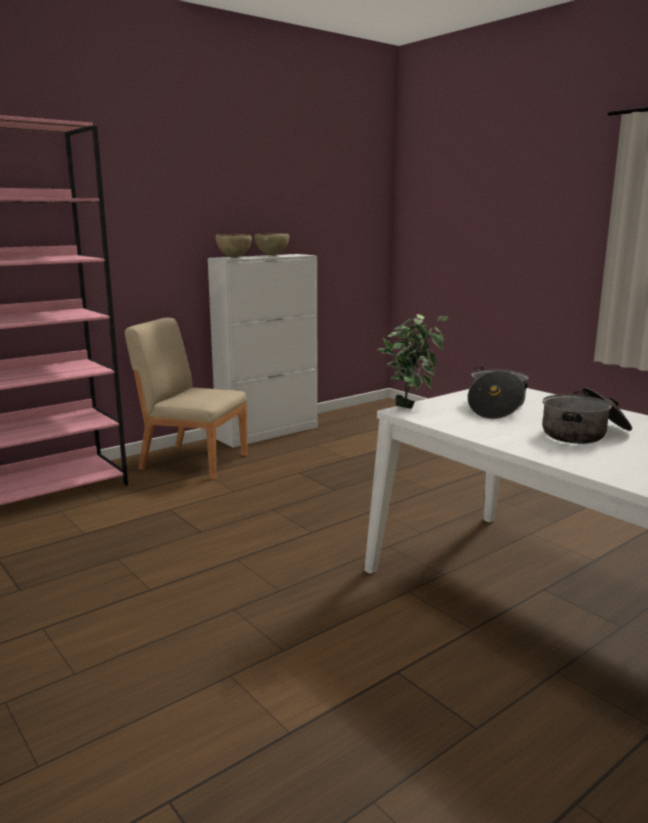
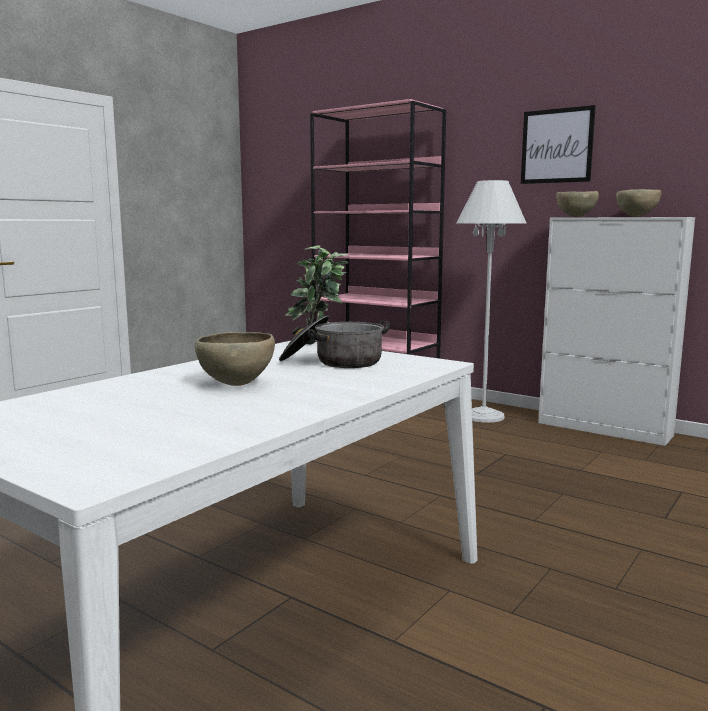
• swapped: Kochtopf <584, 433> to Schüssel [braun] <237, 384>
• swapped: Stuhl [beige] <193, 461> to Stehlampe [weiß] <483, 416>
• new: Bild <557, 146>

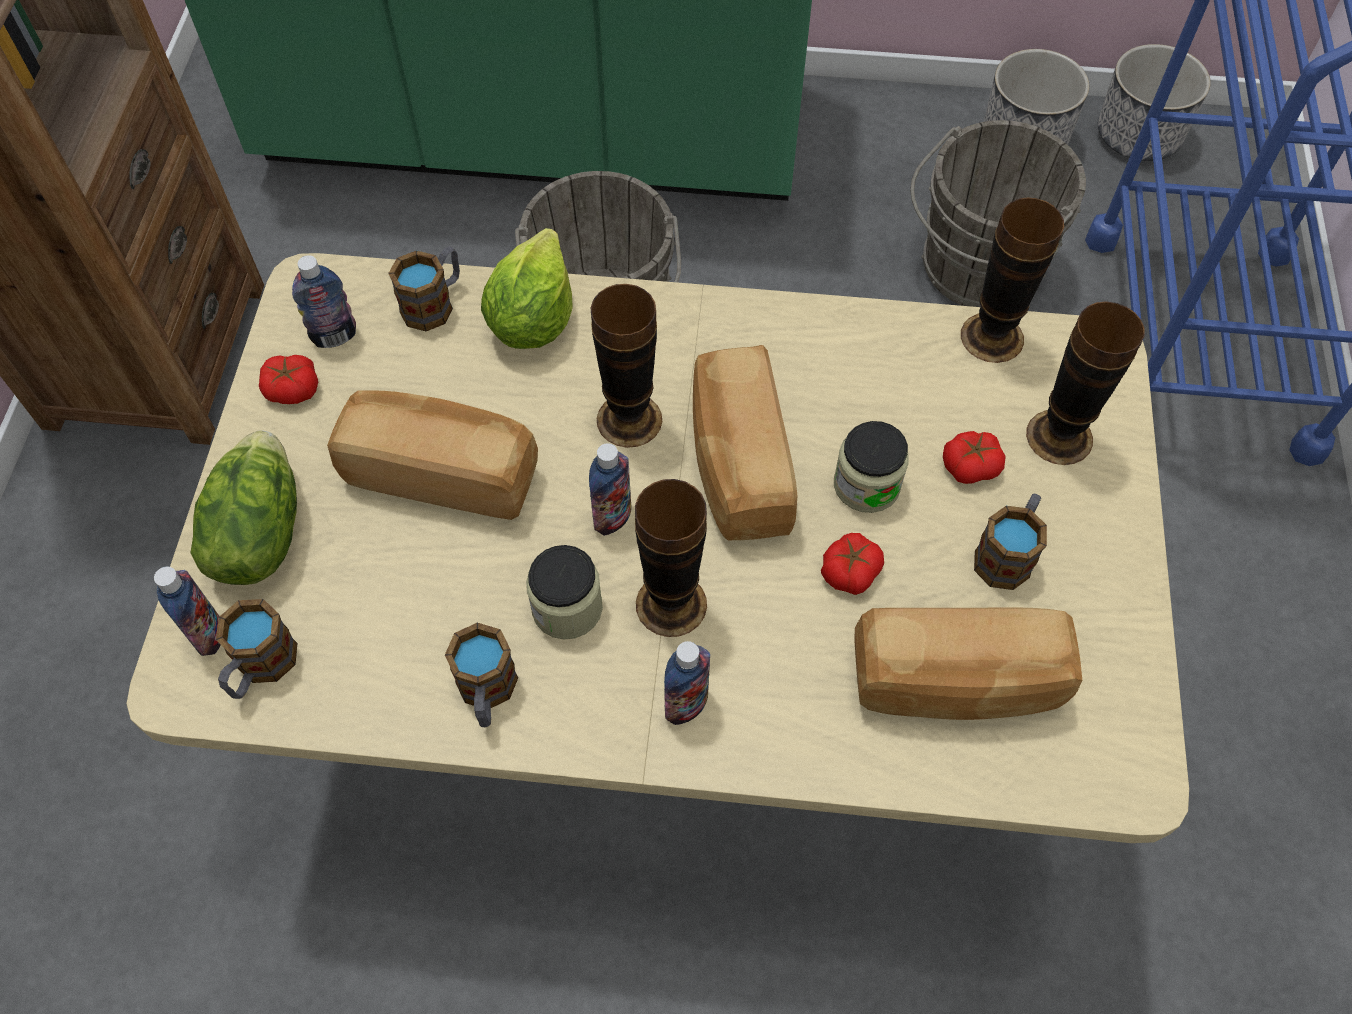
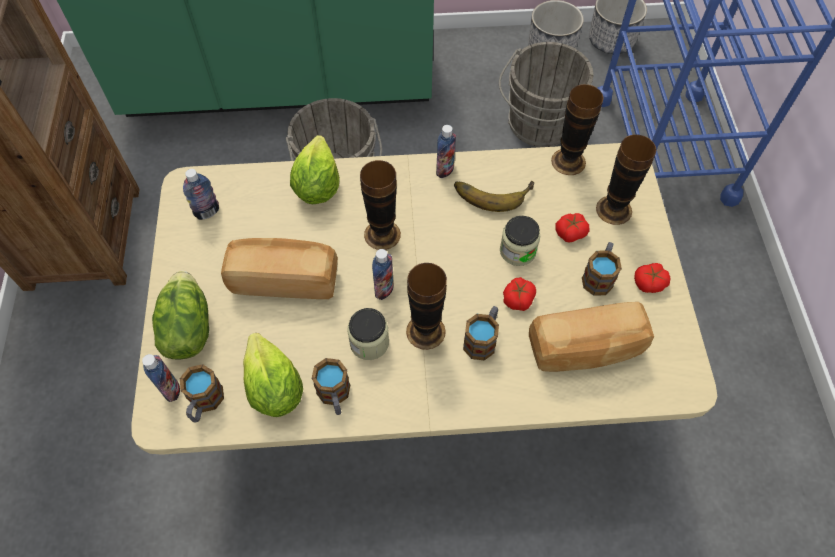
• new: Salatkopf <274, 388>
• shifted: Flasche <686, 705> to <445, 170>
• new: Banane <492, 191>
• shifted: Henkelbecher <434, 303> to <482, 339>
• shifted: Tomate <292, 389> to <649, 283>
• gone: Brot <737, 465>

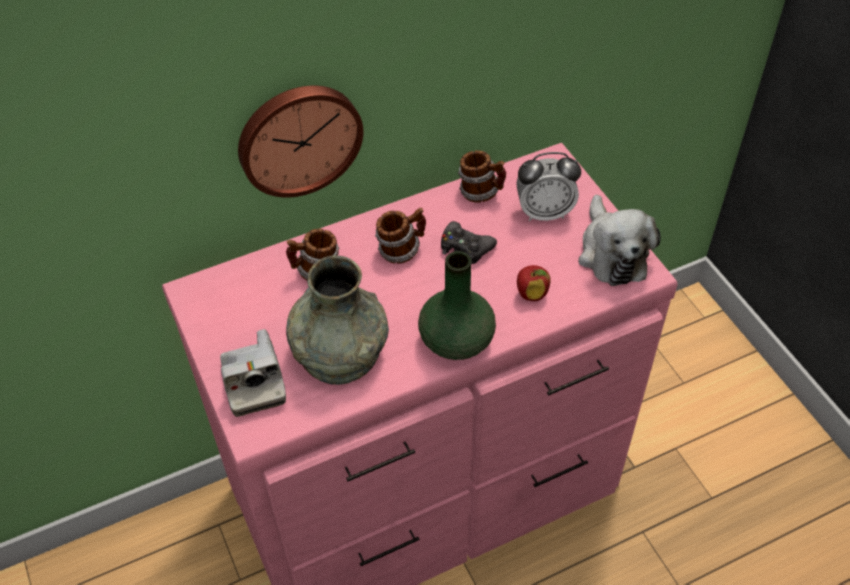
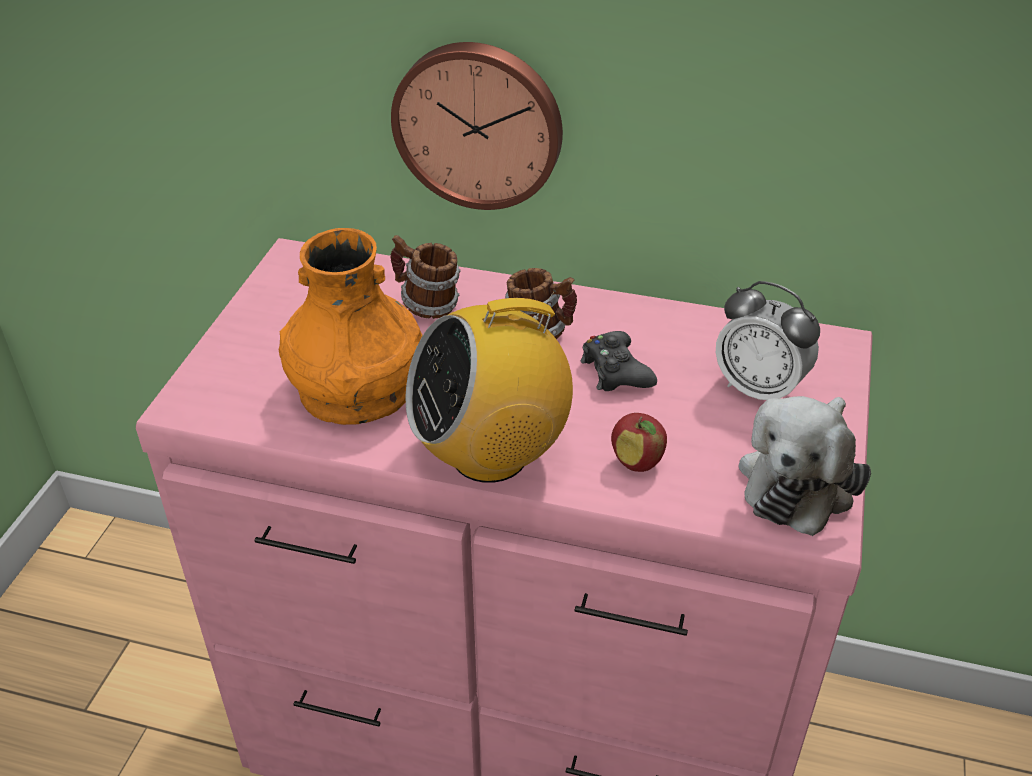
• repainted: Vase [grau] <339, 351> to Vase [orange] <356, 387>
• swapped: Vase [grün] <457, 340> to Radio <490, 454>
• gone: Kamera <253, 382>
• gone: Henkelbecher <481, 192>

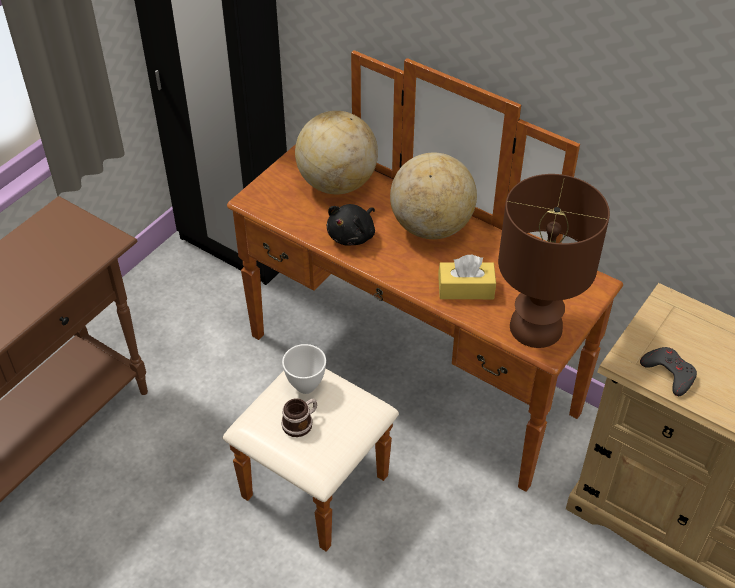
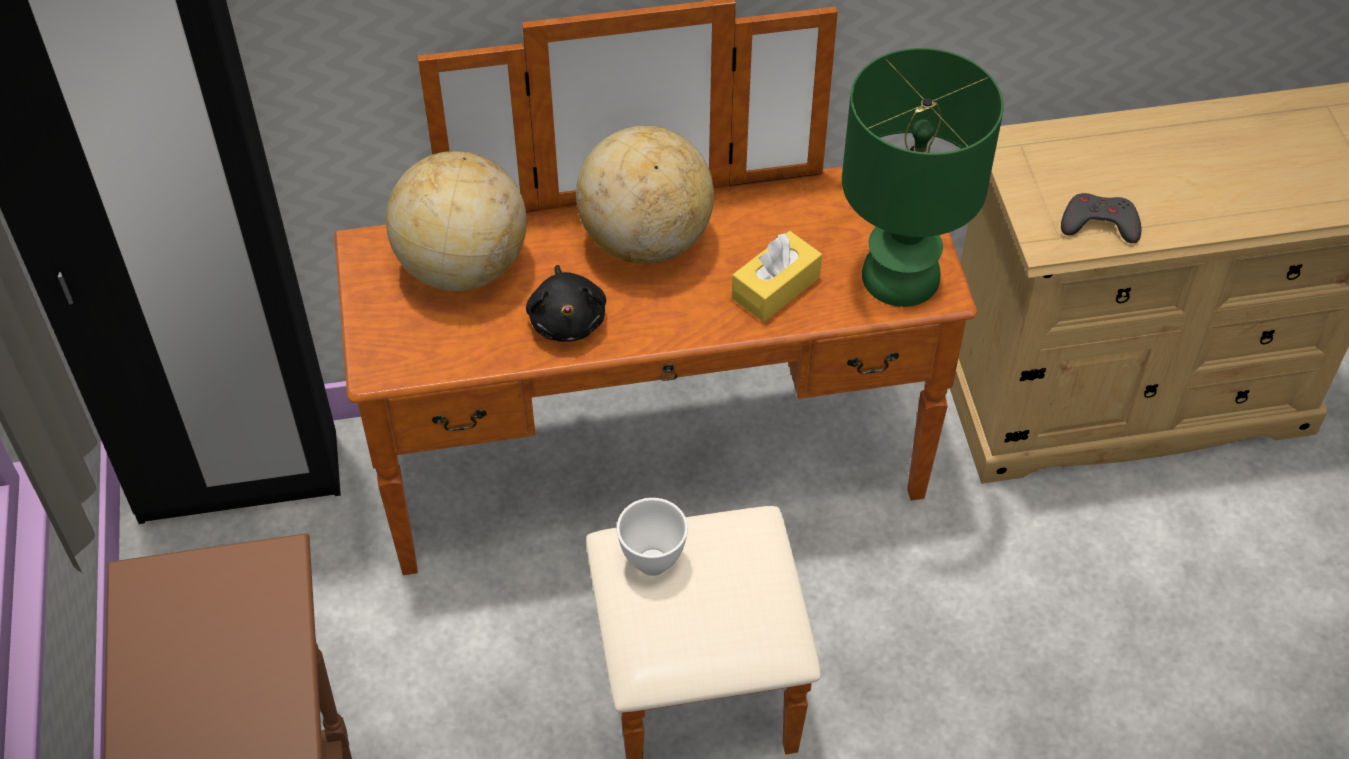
• repainted: Tischlampe [braun] <535, 326> to Tischlampe [grün] <898, 275>
• gone: Henkelbecher <301, 422>

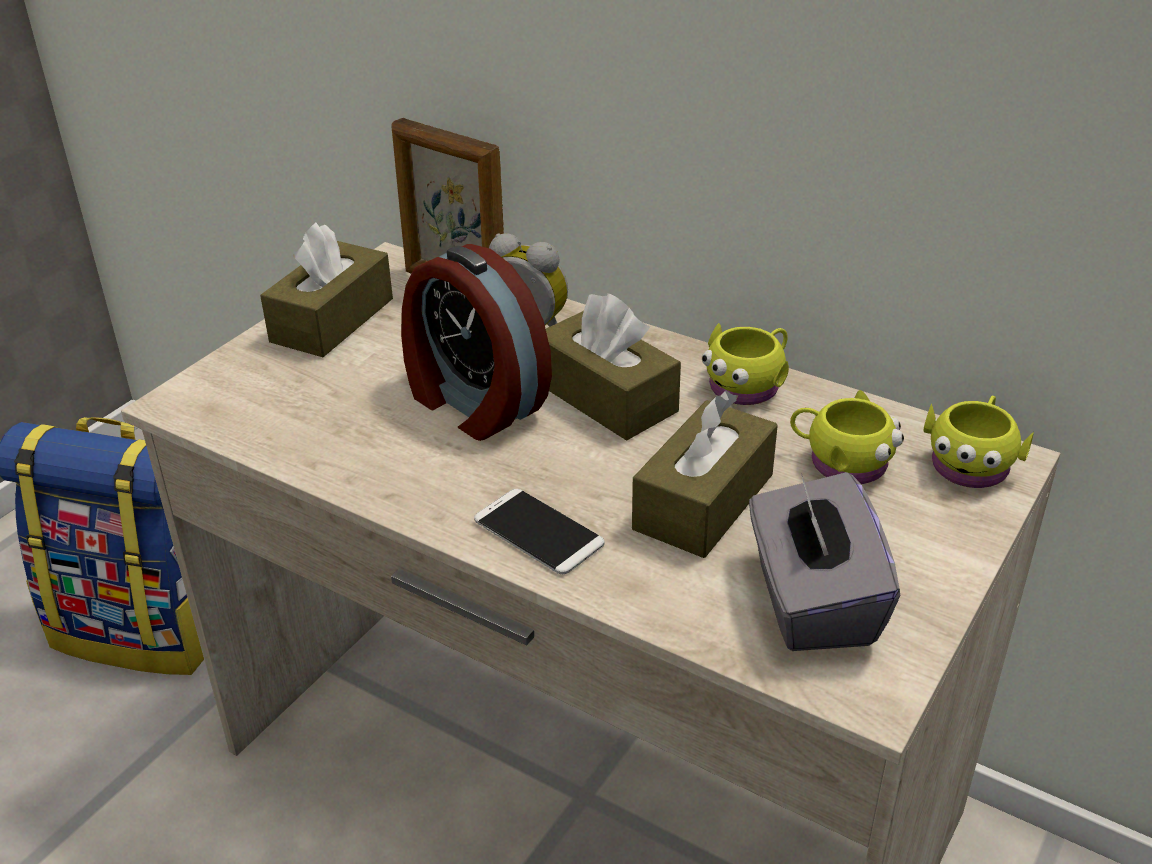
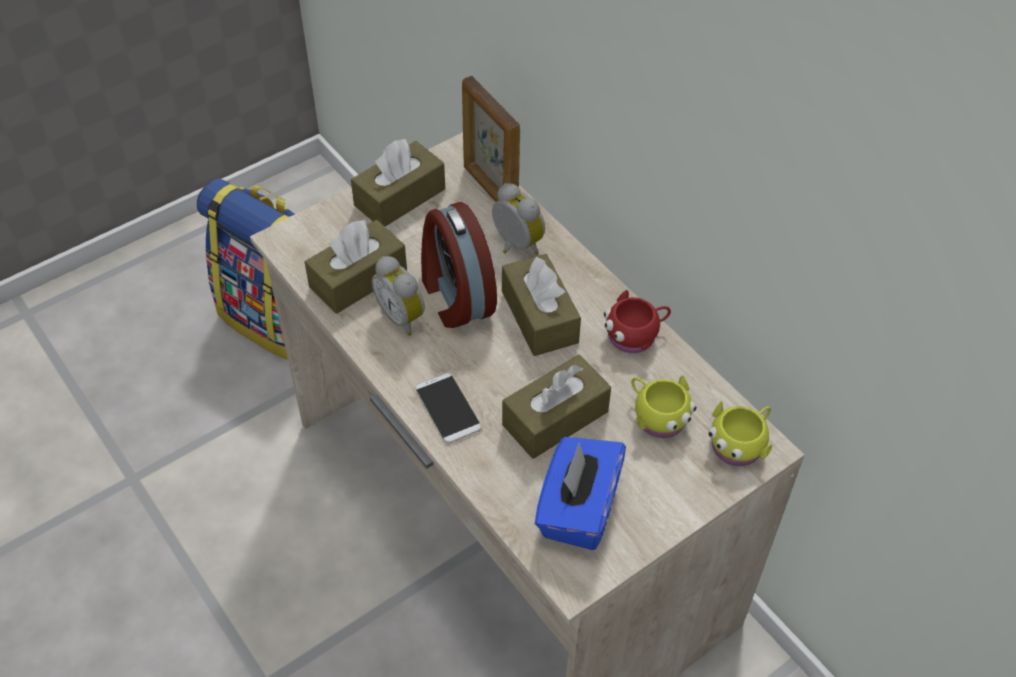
• new: Taschentuchbox [braun] <358, 279>
• new: Wecker <403, 316>
• repainted: Taschentuchbox [grau] <811, 601> to Taschentuchbox [blau] <577, 509>
• repainted: Henkelbecher [gelb] <748, 385> to Henkelbecher [rot] <635, 335>

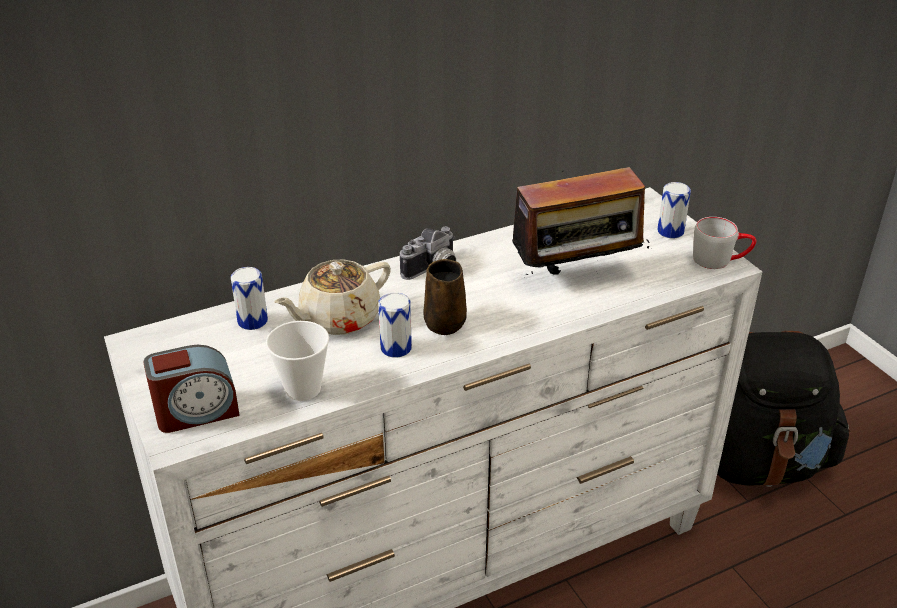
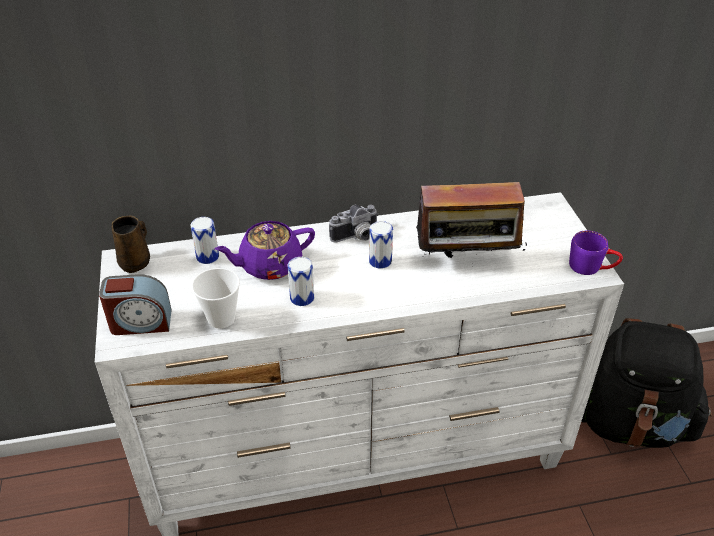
• shifted: Henkelbecher [braun] <445, 322> to <136, 262>
• repainted: Teekanne [beige] <338, 318> to Teekanne [lila] <269, 265>
• shifted: Dose <670, 231> to <380, 261>
• repainted: Henkelbecher [grau] <720, 260> to Henkelbecher [lila] <592, 267>

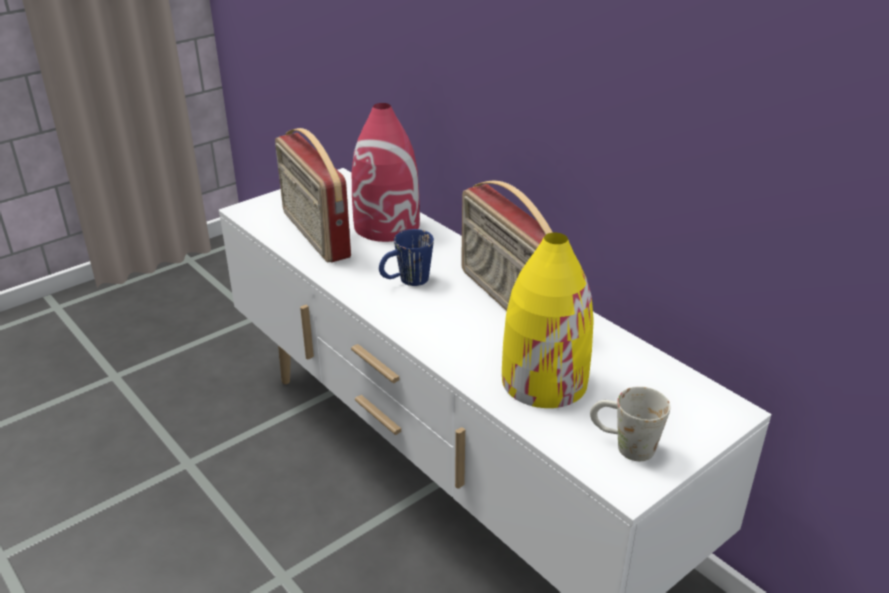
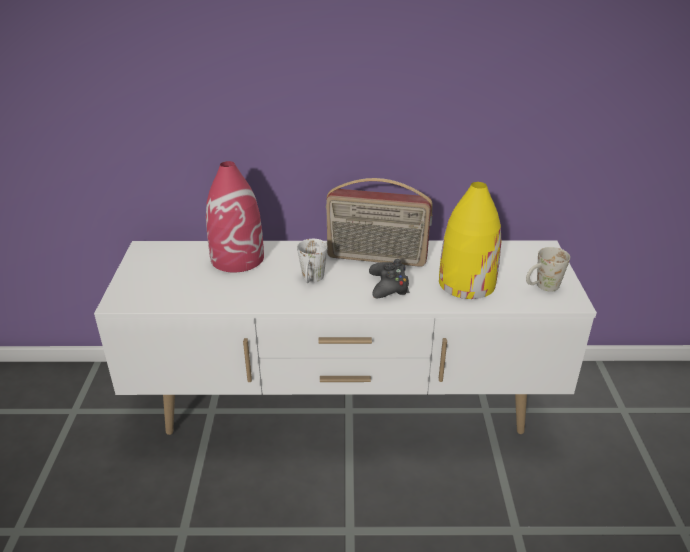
• repainted: Henkelbecher [blau] <406, 281> to Henkelbecher [weiß] <312, 280>
• new: Gamepad [schwarz] <389, 286>
• gone: Radio <314, 235>

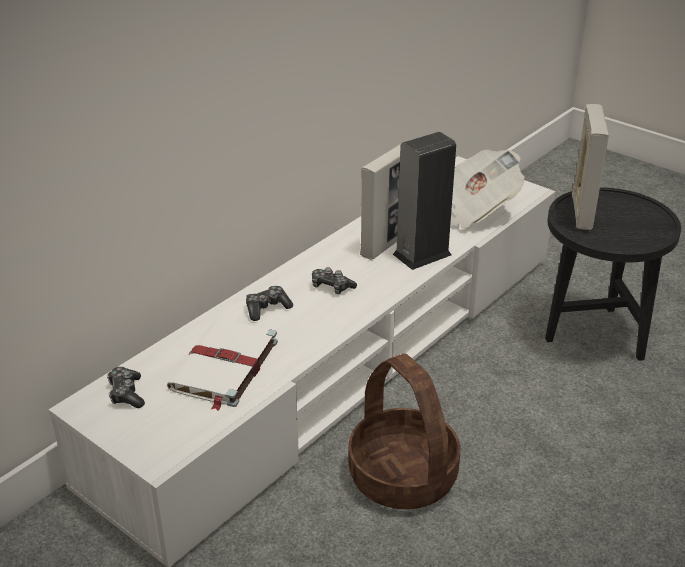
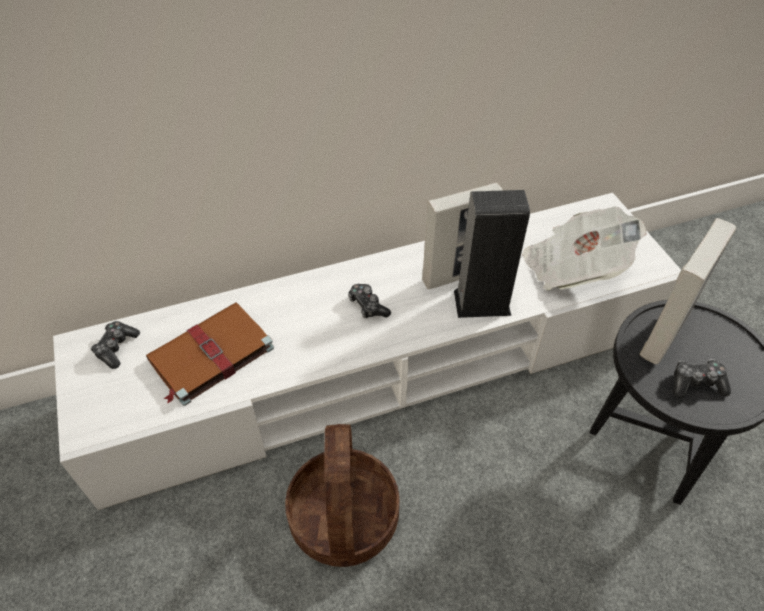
• repainted: Buch [weiß] <223, 366> to Buch [braun] <209, 355>
• shifted: Gamepad <267, 308> to <696, 383>

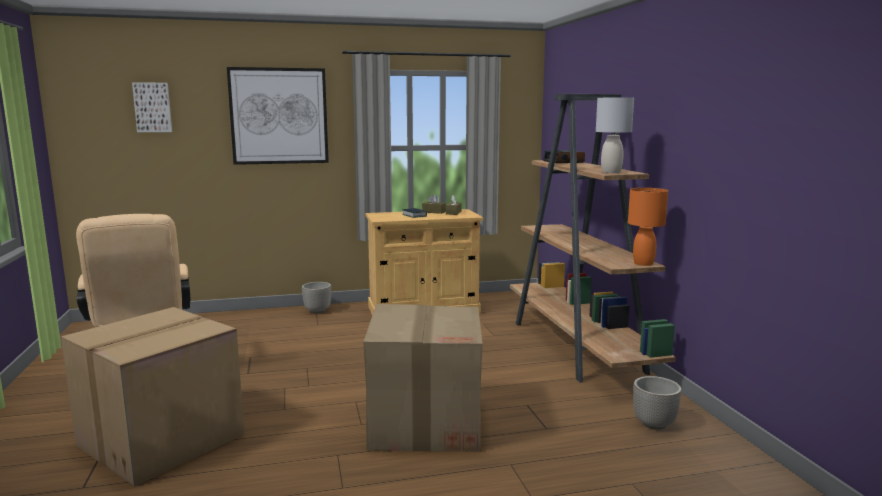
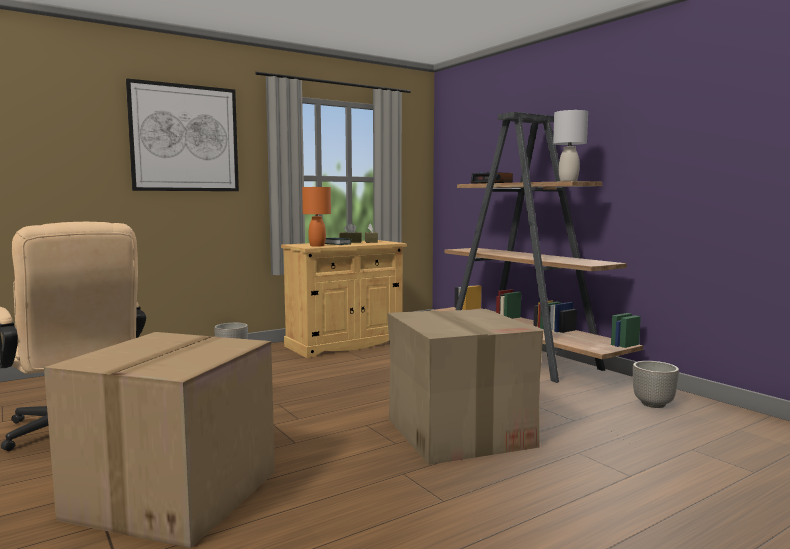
• shifted: Tischlampe [orange] <643, 263> to <317, 245>
• gone: Bild <153, 107>

